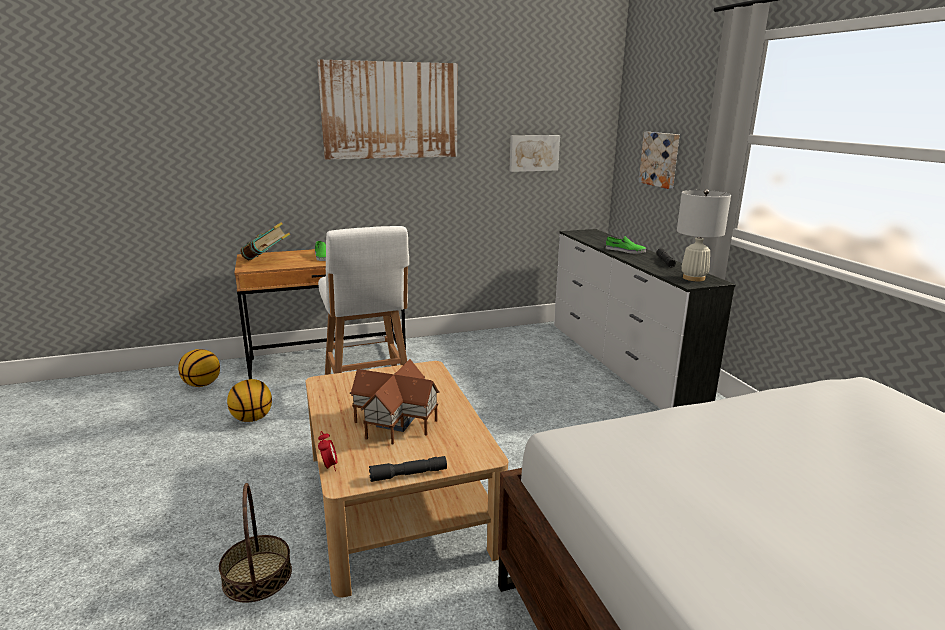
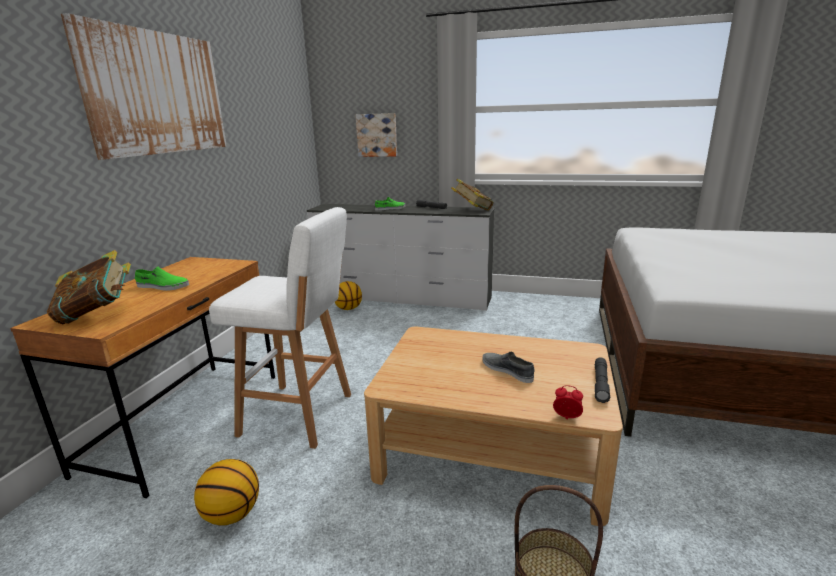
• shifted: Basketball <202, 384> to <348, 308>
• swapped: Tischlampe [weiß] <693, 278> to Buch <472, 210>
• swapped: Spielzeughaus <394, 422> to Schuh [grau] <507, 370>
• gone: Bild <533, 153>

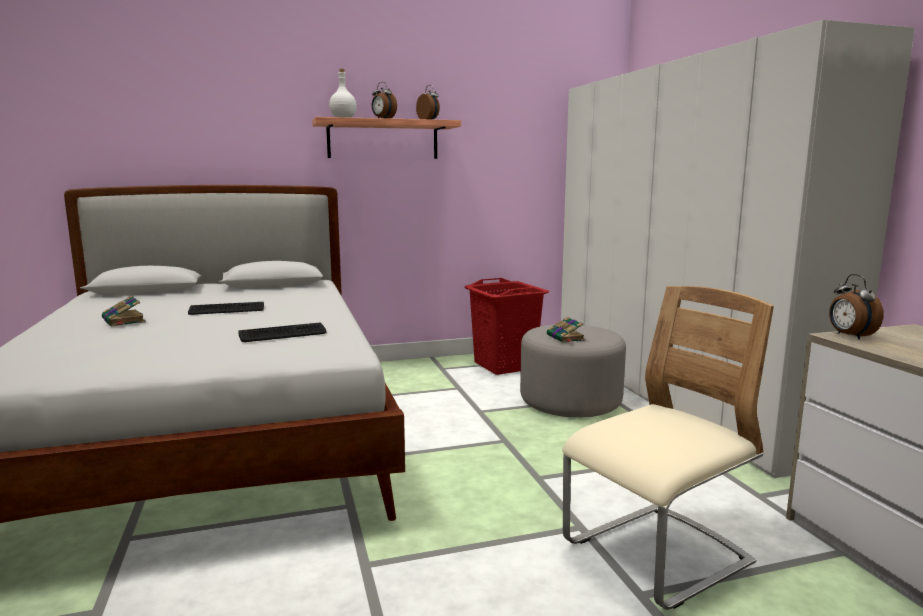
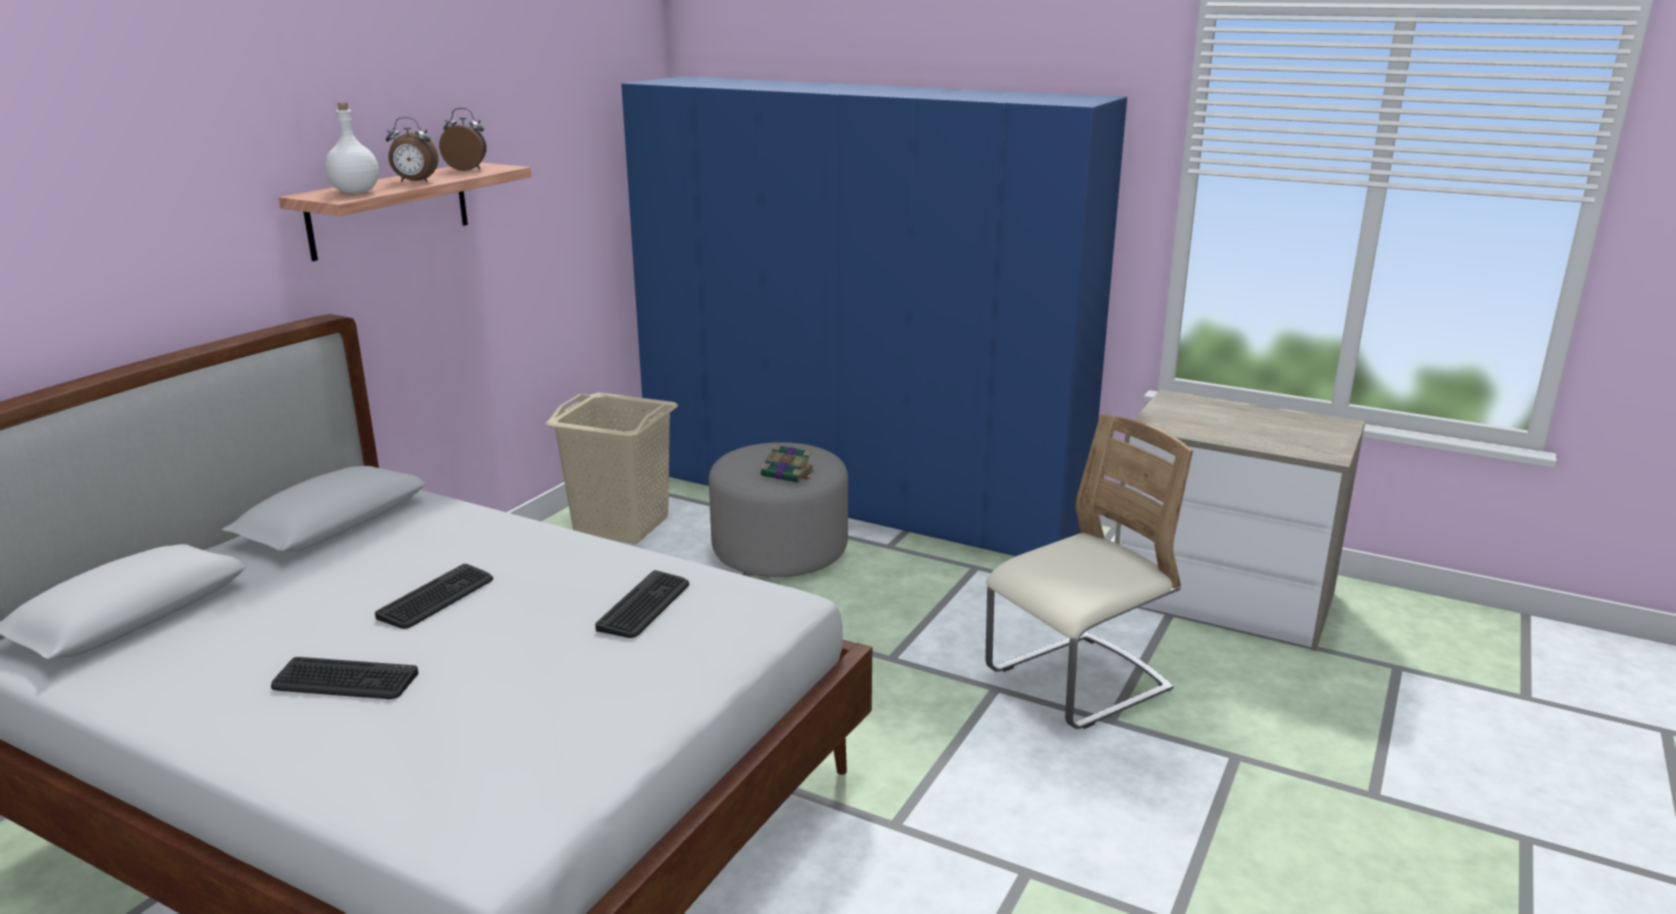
• swapped: Buch <124, 321> to Tastatur <344, 681>
• repainted: Wäschekorb [rot] <505, 365> to Wäschekorb [beige] <621, 525>
• repainted: Kleiderschrank [weiß] <672, 393> to Kleiderschrank [blau] <859, 499>
• rotated: Stuhl [beige] <656, 556> = <1077, 683> 45 degrees clockwise
• gone: Wecker <850, 336>

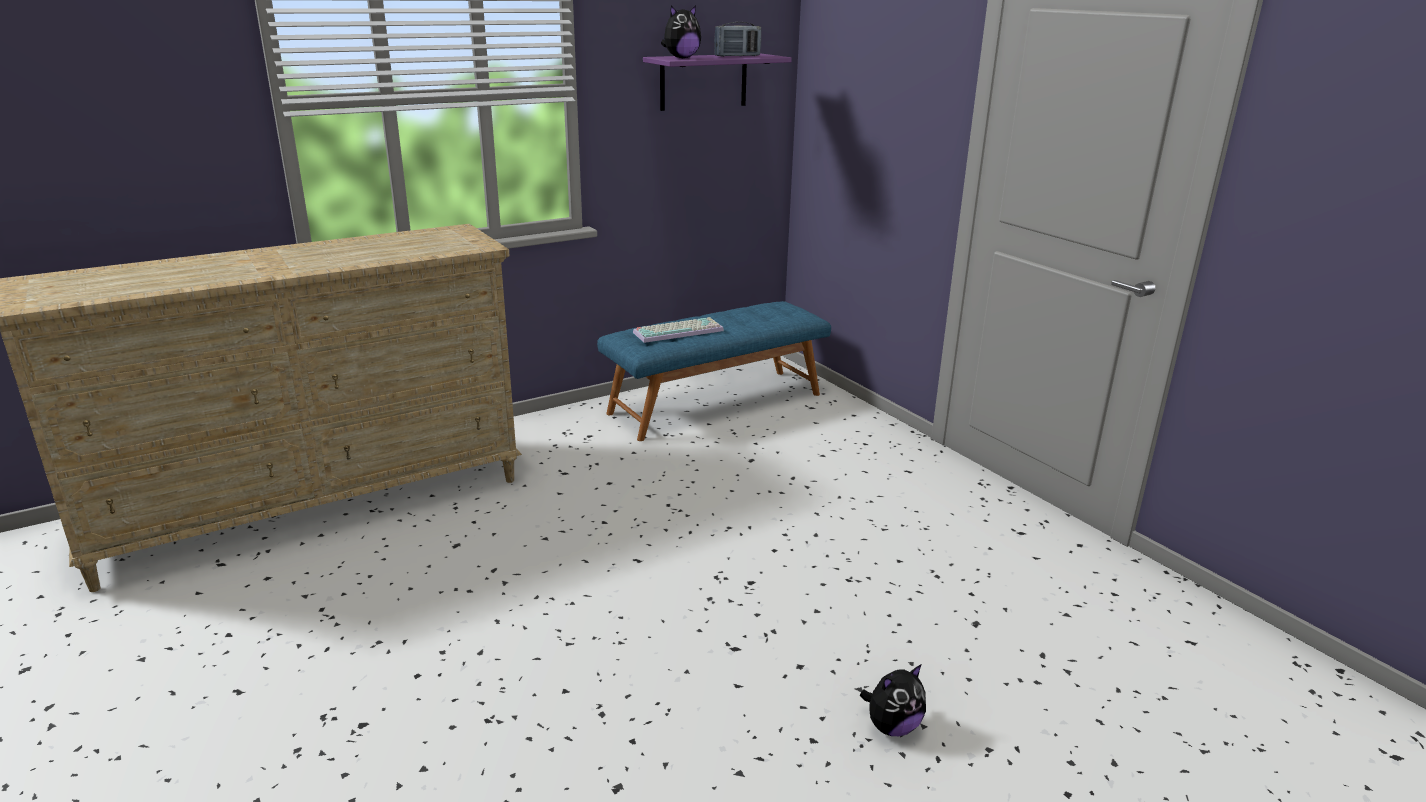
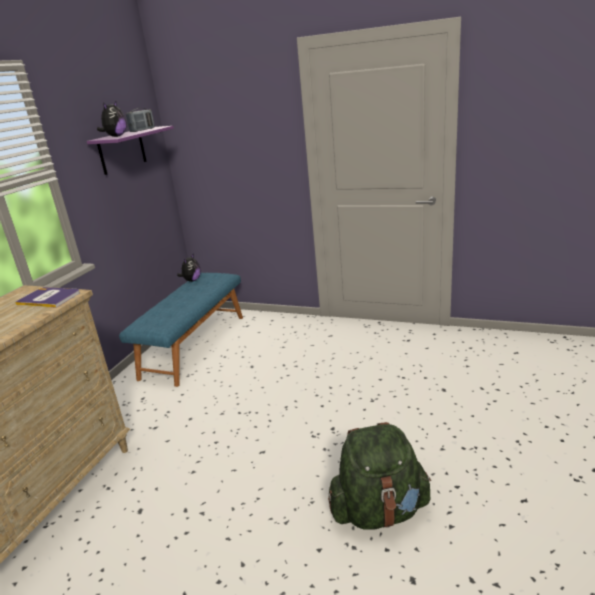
• new: Buch <49, 298>
• shifted: Plüschtier <892, 726> to <192, 280>
• new: Rucksack [grün] <379, 511>
• gone: Tastatur <678, 331>

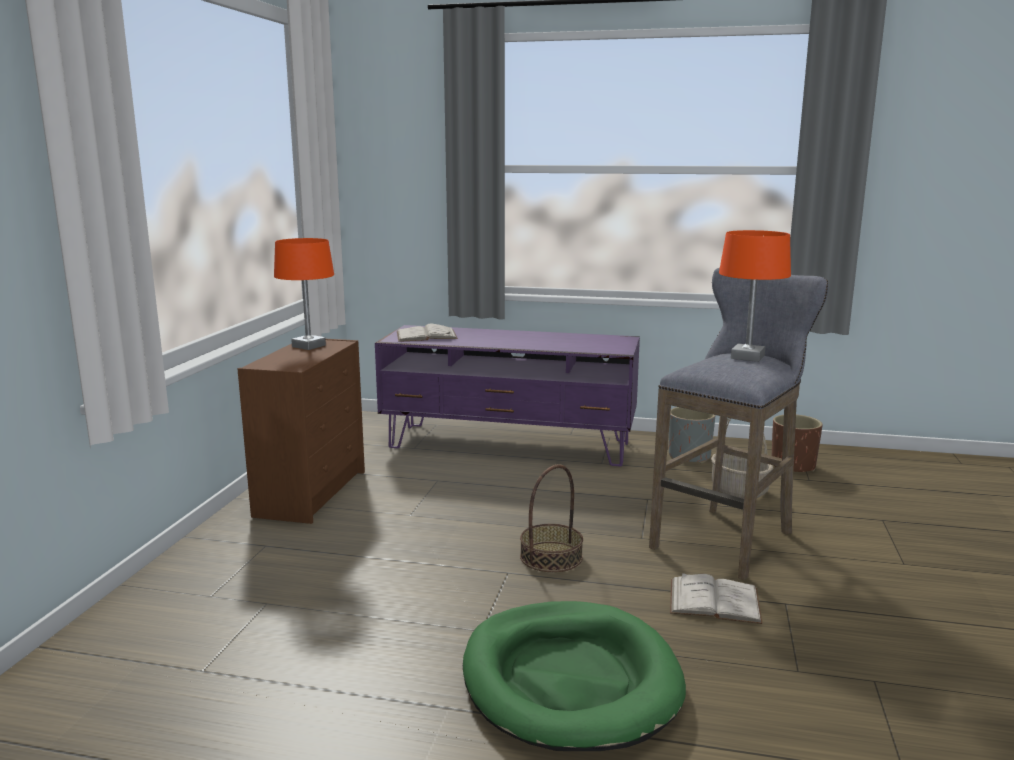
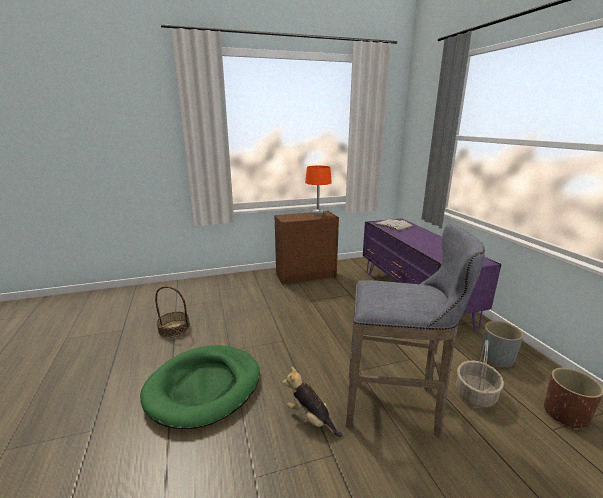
• shifted: Korb <551, 557> to <174, 328>
• swapped: Buch [weiß] <714, 600> to Plüschtier <311, 419>
• gone: Tischlampe [orange] <747, 357>

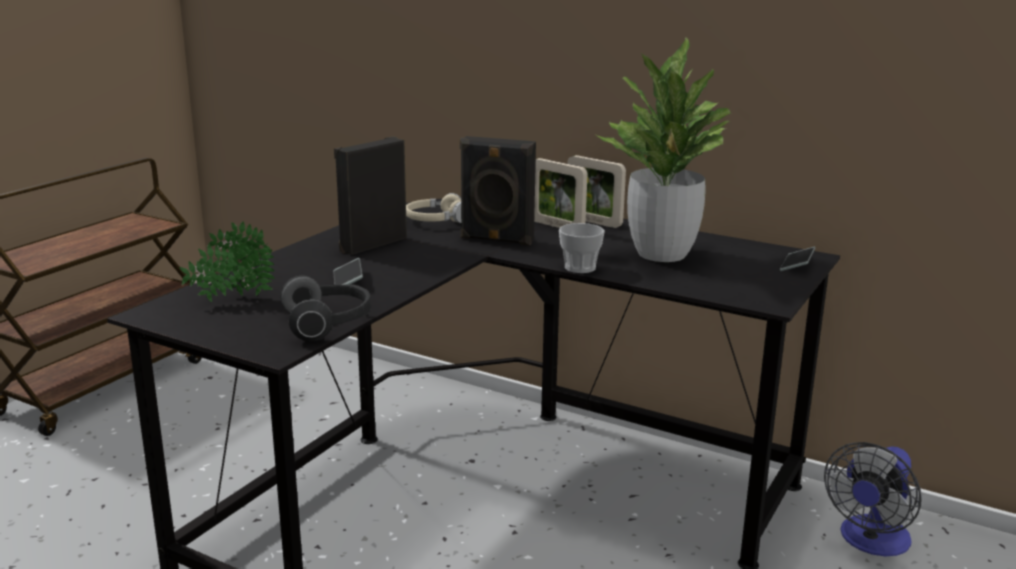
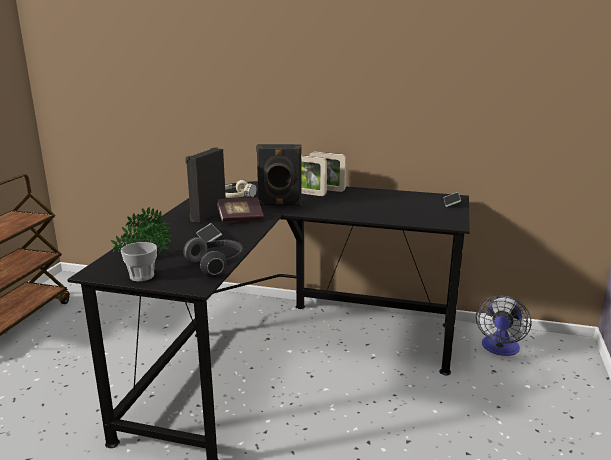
• shifted: Tasse <580, 268> to <142, 276>
• new: Buch <240, 219>
• gone: Topfpflanze <662, 254>

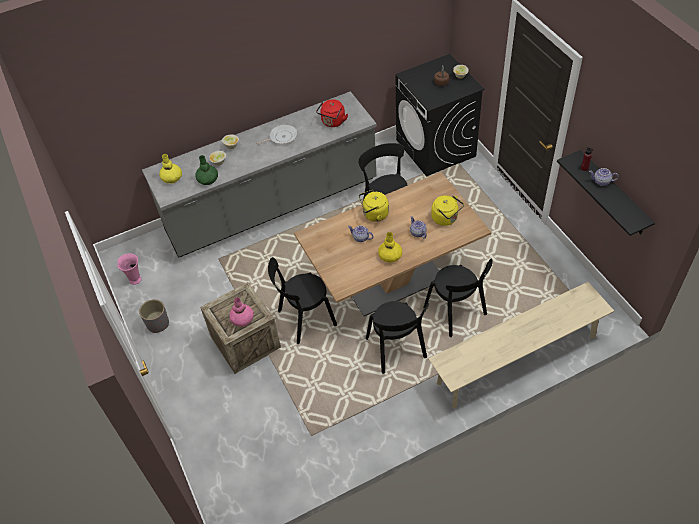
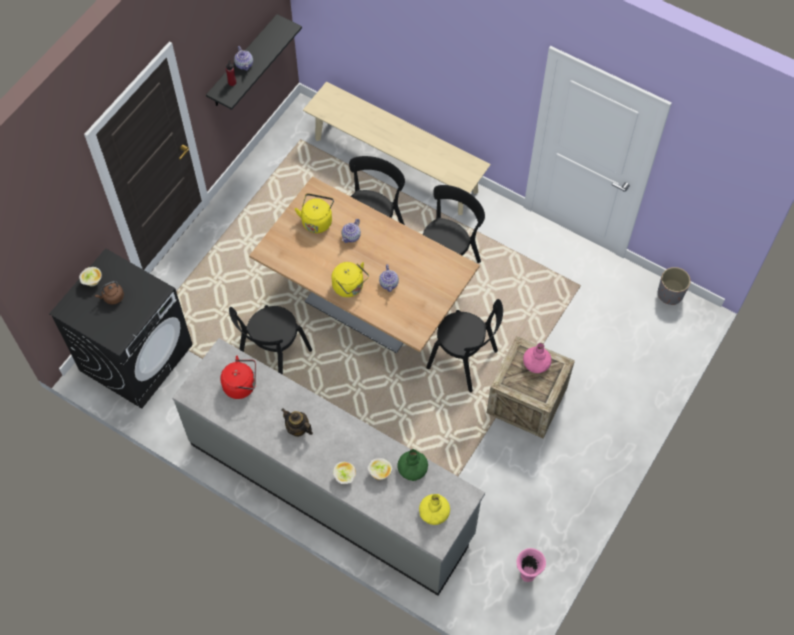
• swapped: Pfanne <281, 137> to Teekanne <298, 429>
• shifted: Pflanzkübel [grau] <157, 324> to <670, 294>
• gone: Vase [gelb] <390, 255>

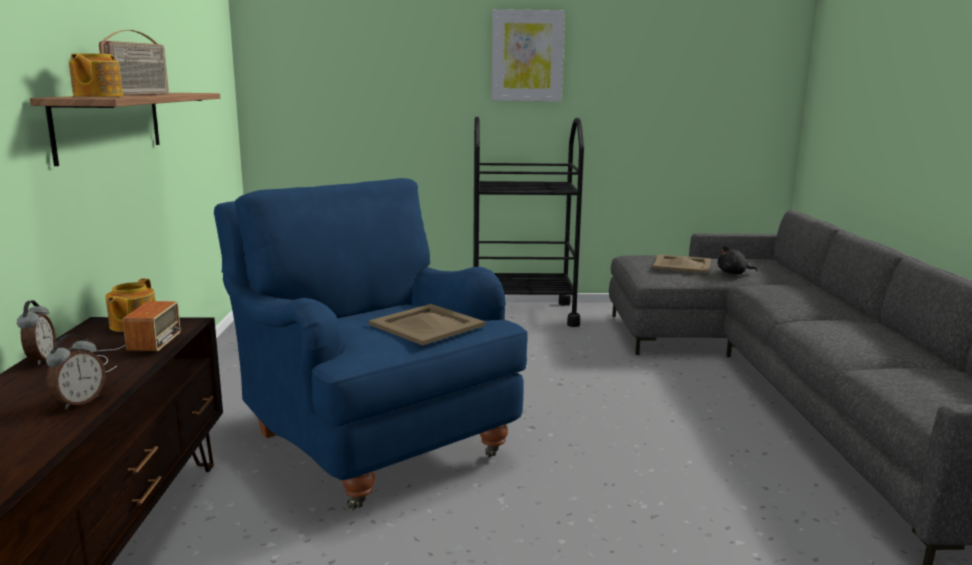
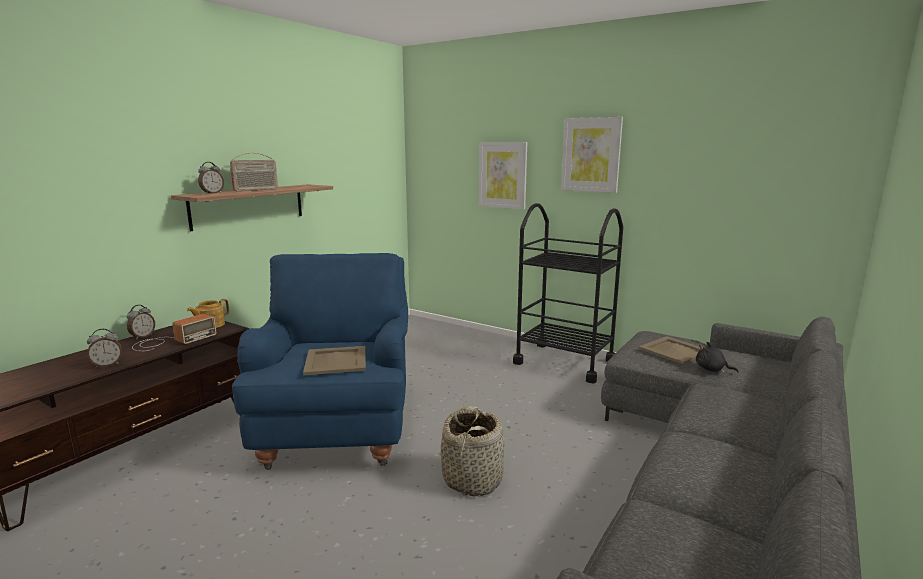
• swapped: Teekanne <97, 96> to Wecker <212, 193>
• new: Korb <473, 479>
• new: Bild <502, 175>

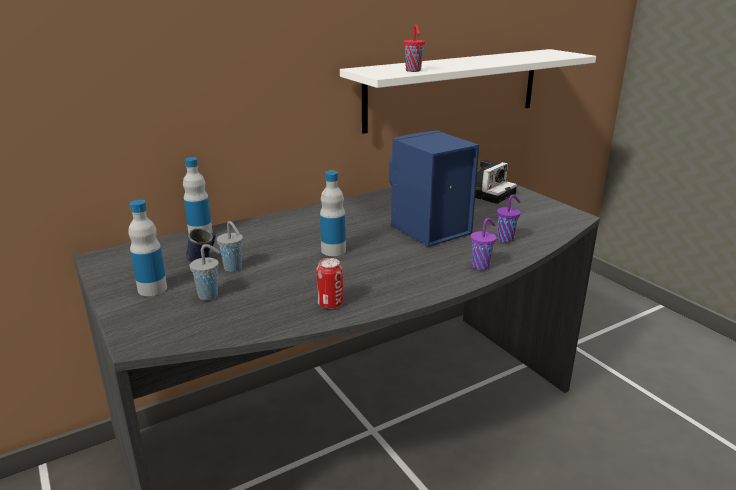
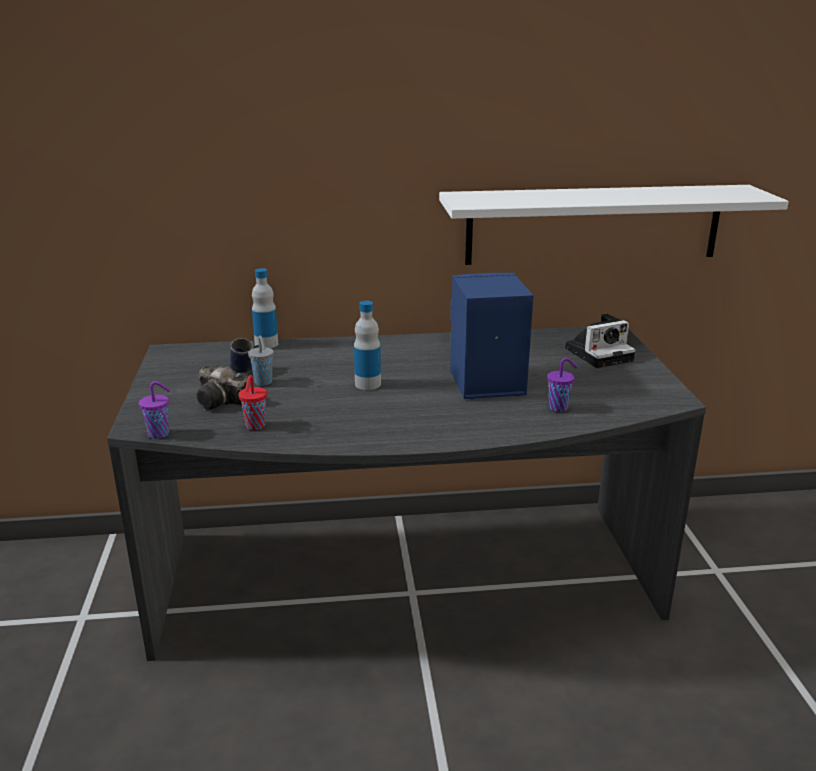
• shifted: Tasse [lila] <481, 266> to <160, 434>
• swapped: Tasse [grau] <209, 296> to Kamera <222, 402>
• shifted: Tasse [rot] <413, 71> to <255, 426>
• gone: Flasche <152, 289>
• gone: Dose <330, 304>

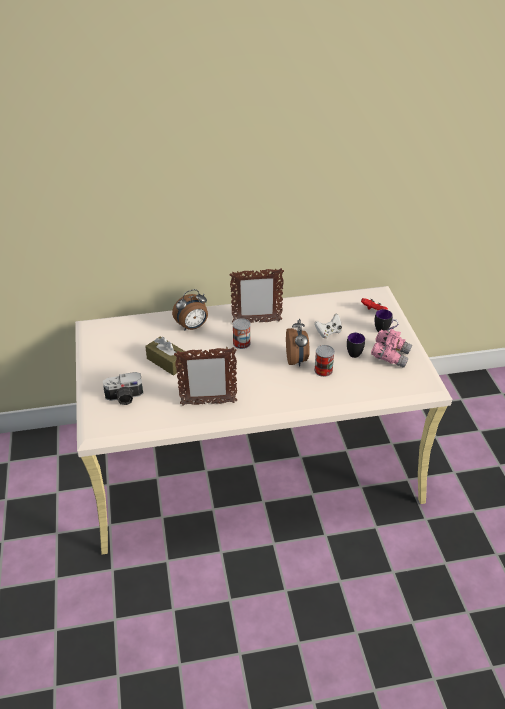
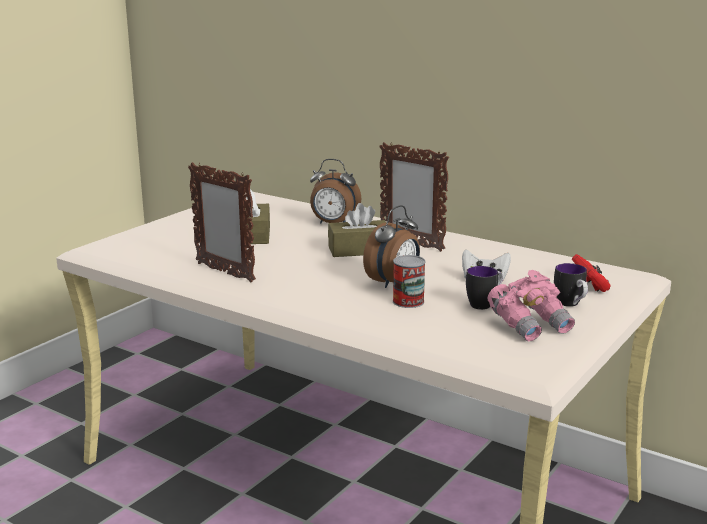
• swapped: Dose <241, 343> to Taschentuchbox [braun] <359, 250>
• gone: Kamera <124, 398>

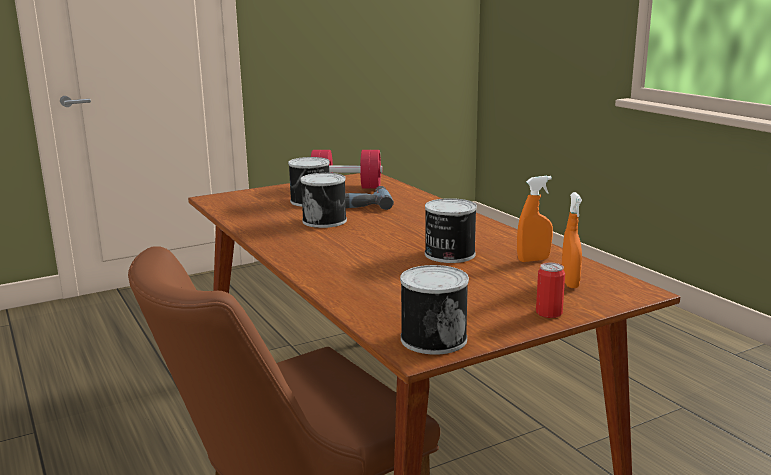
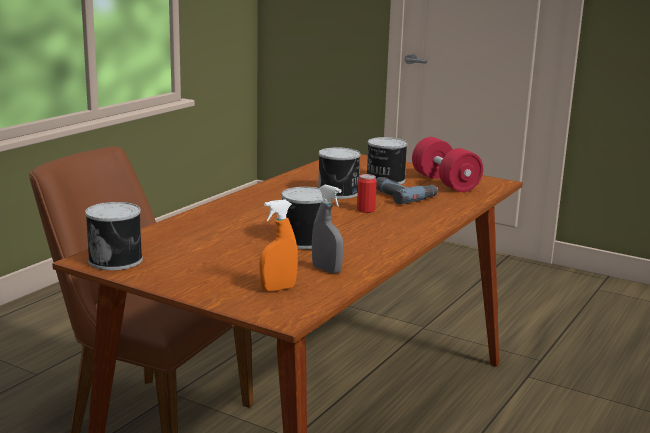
• repainted: Sprühflasche [orange] <533, 260> to Sprühflasche [grau] <326, 270>
• shifted: Dose <549, 313> to <366, 210>

